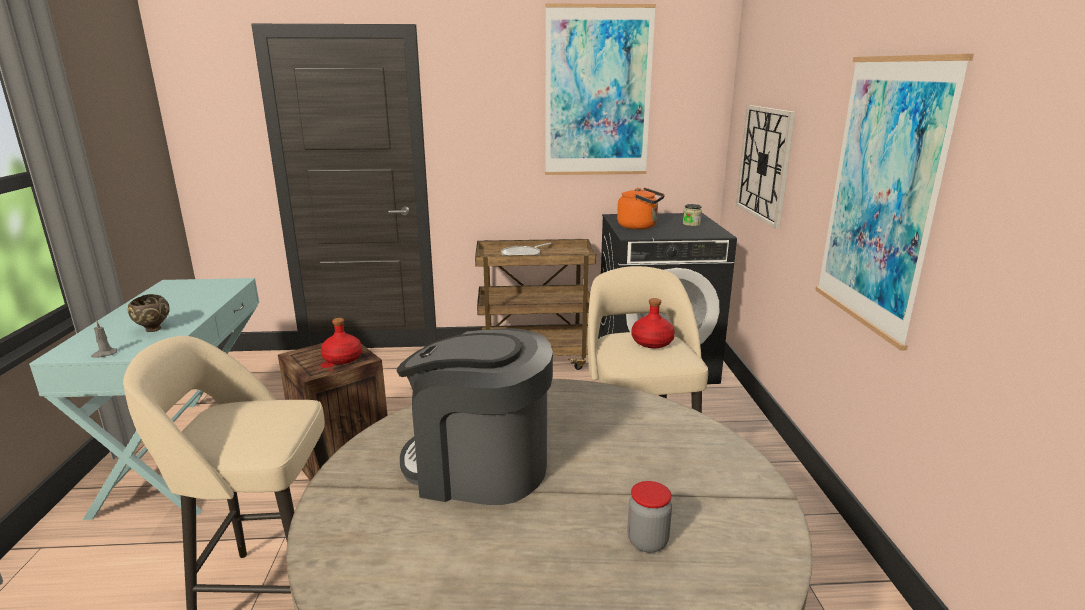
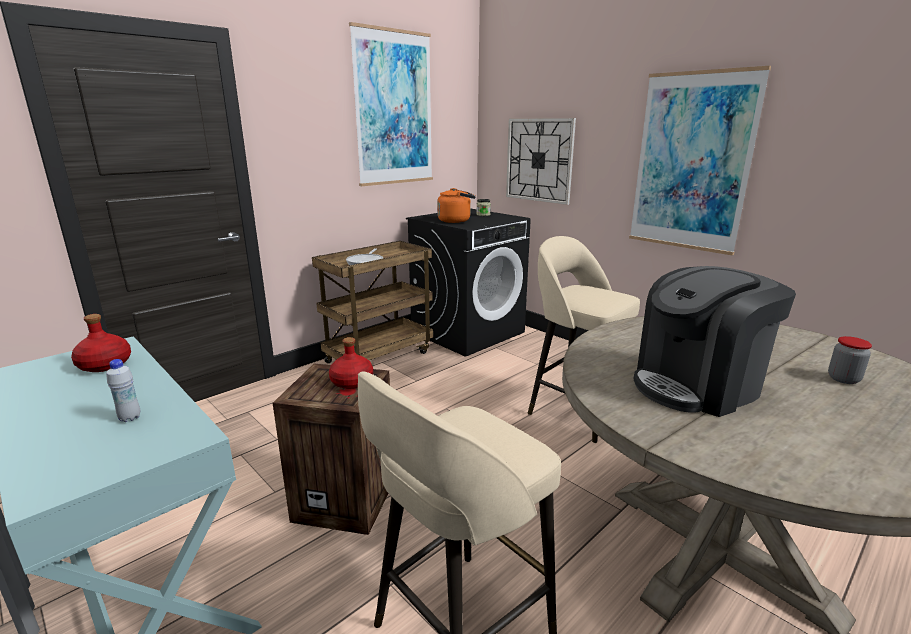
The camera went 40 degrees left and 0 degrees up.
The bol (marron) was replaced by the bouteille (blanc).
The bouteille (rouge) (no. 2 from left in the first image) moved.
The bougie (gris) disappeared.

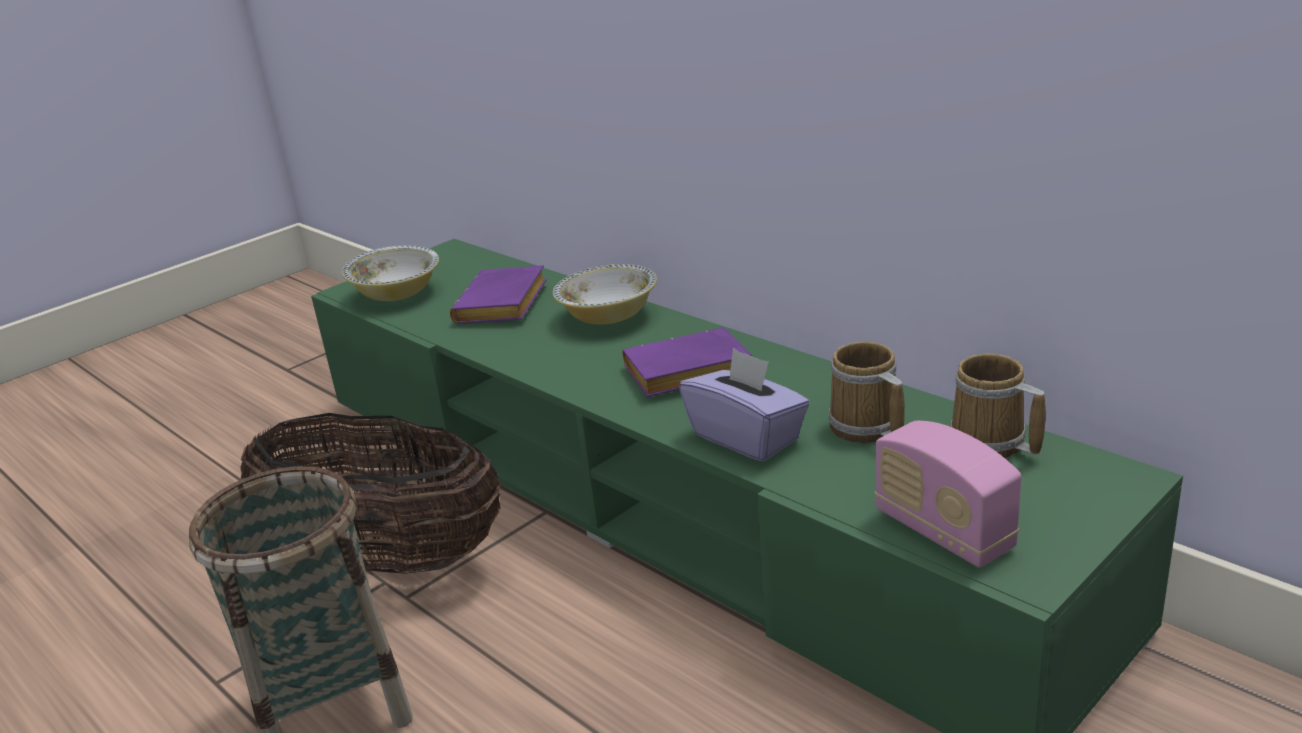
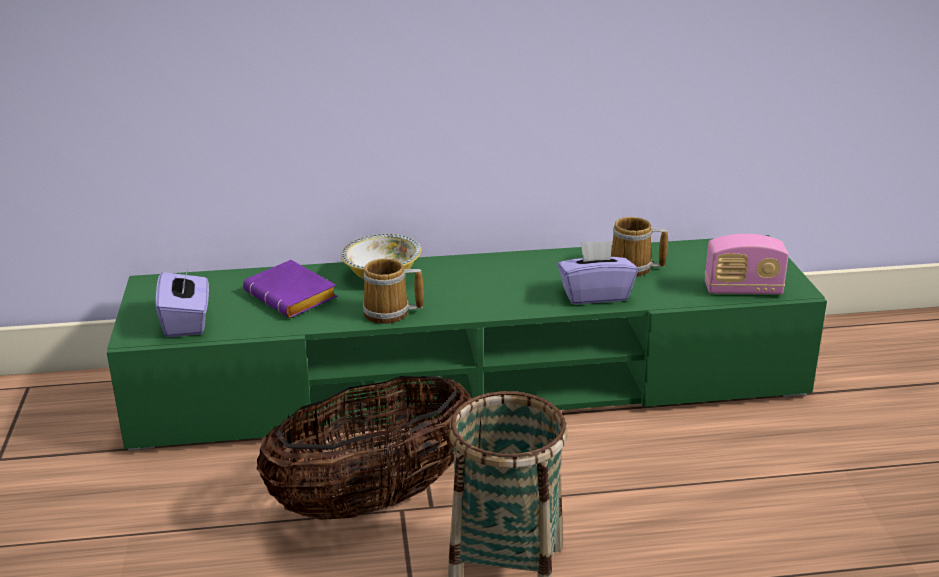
The camera went 55 degrees left and 0 degrees up.
The bol (no. 1 from left) was replaced by the boîte à mouchoirs (violet) (no. 1 from left).
The livre (violet) (no. 2 from left) disappeared.
The mug (no. 2 from left in the first image) moved.

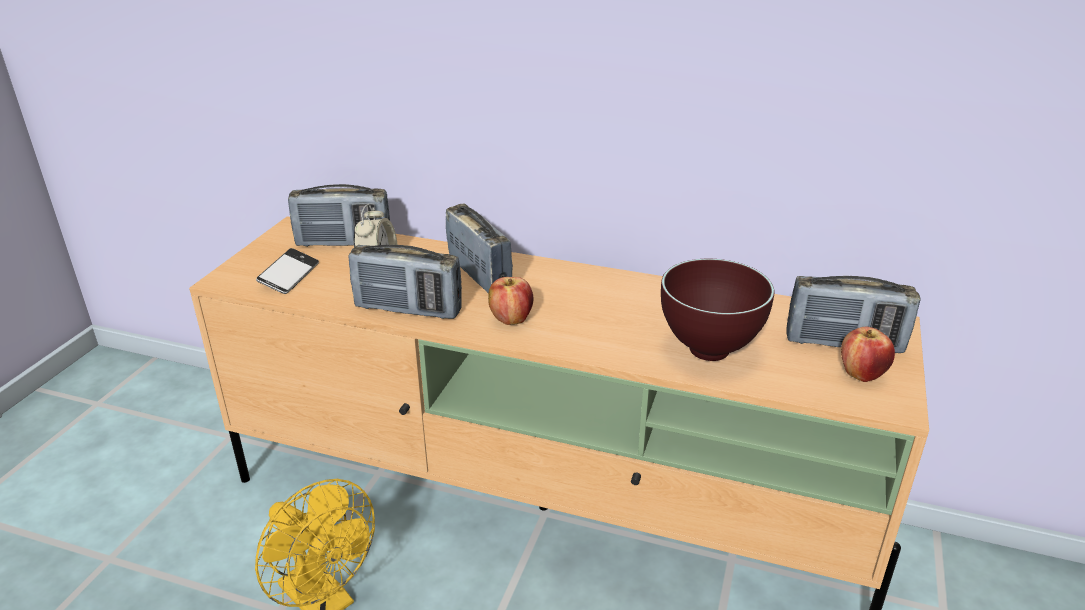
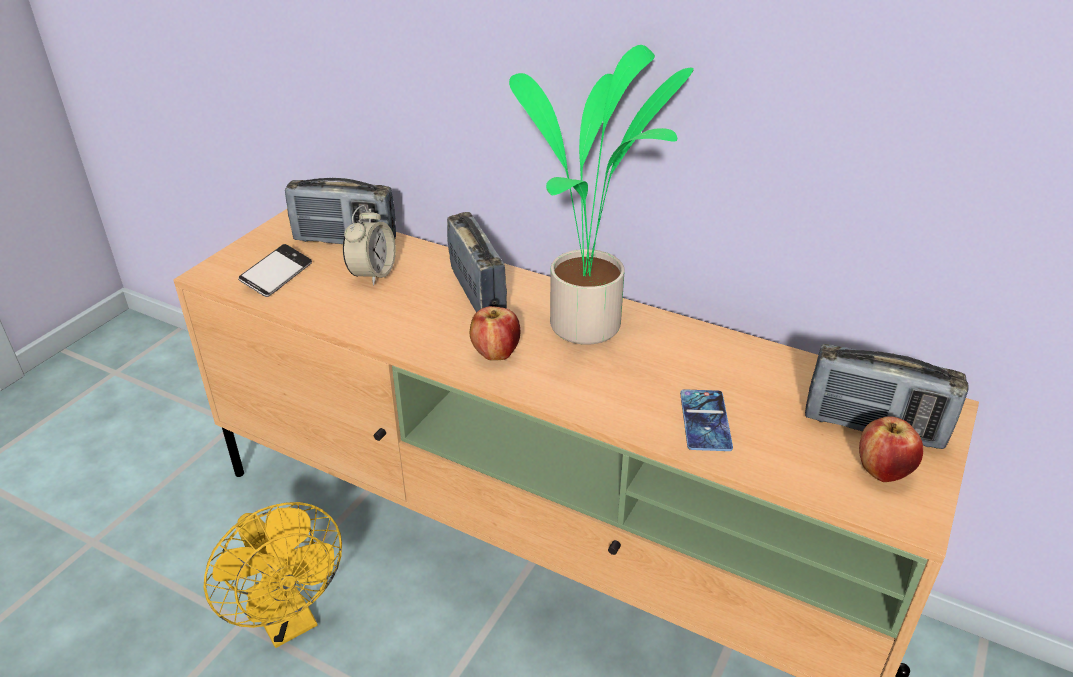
The camera went 10 degrees right and 5 degrees up.
The radio (no. 2 from left) disappeared.
The bol (marron) was replaced by the téléphone (no. 2 from left).
The plante en pot appeared.

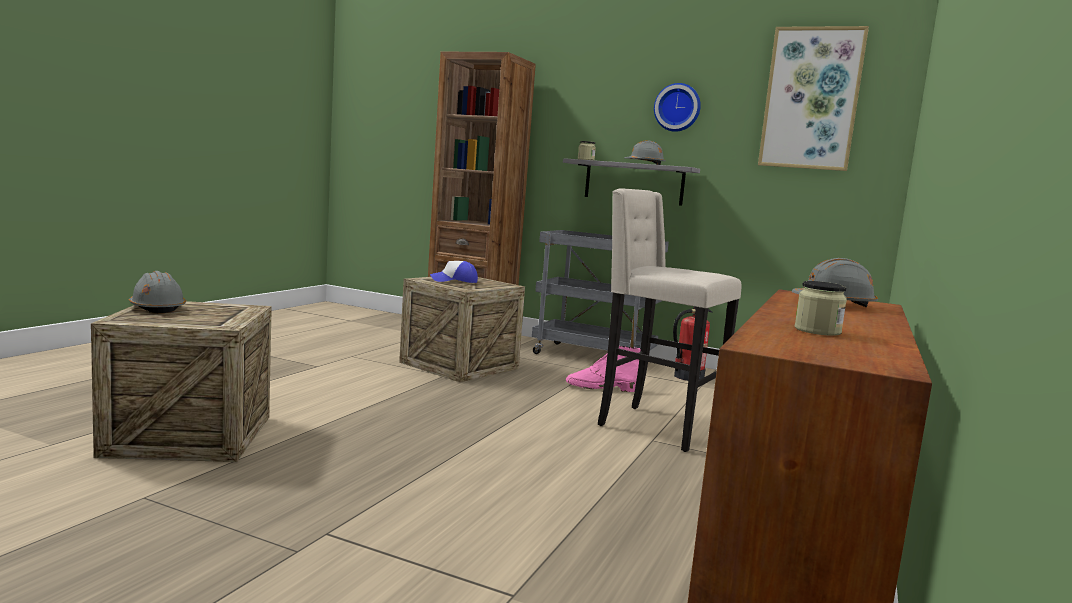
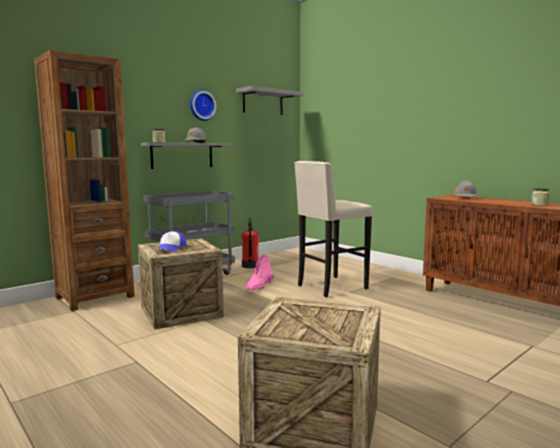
The camera went 65 degrees left and 0 degrees up.
The tableau was replaced by the étagère (gris) (no. 2 from left).
The casque de chantier (gris) (no. 1 from left) disappeared.

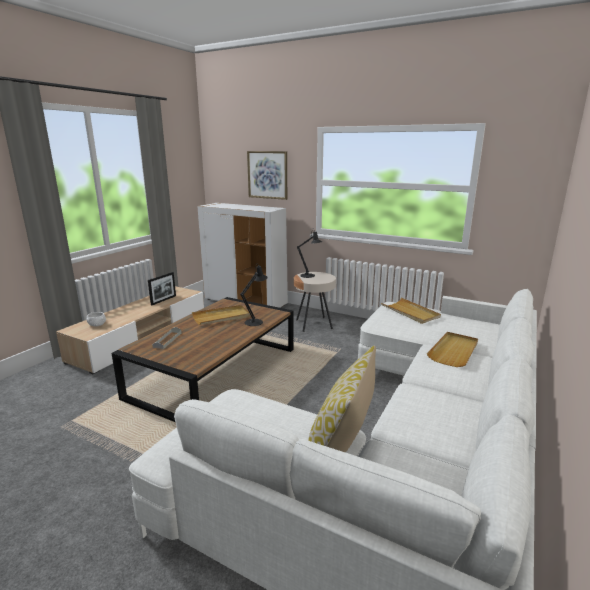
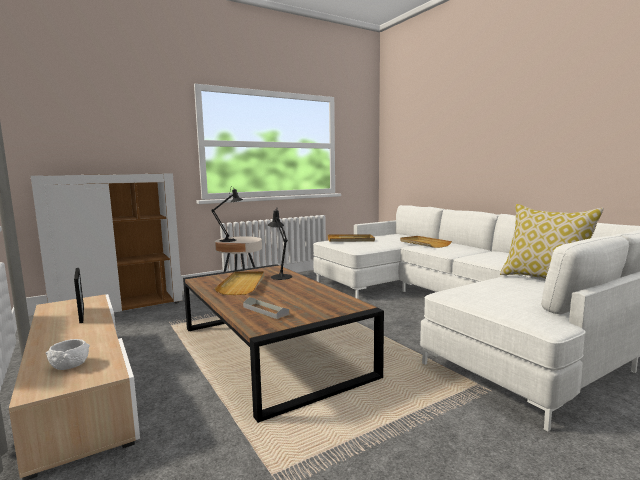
The camera went 60 degrees left and 10 degrees down.
The tableau disappeared.

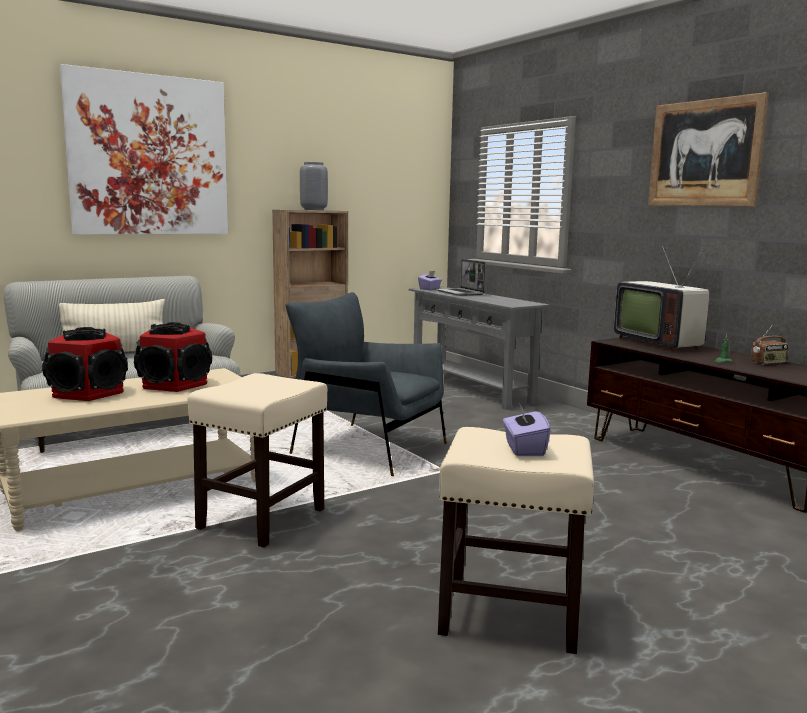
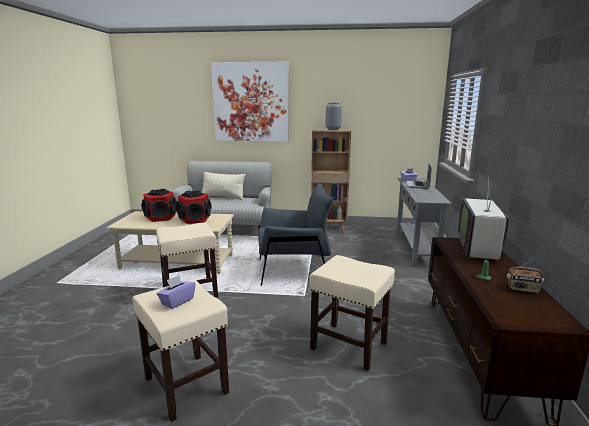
The camera went 40 degrees right and 5 degrees up.
The tableau (no. 2 from left) disappeared.
The fauteuil (gris) turned 105 degrees clockwise.
The tabouret (beige) (no. 3 from left) appeared.

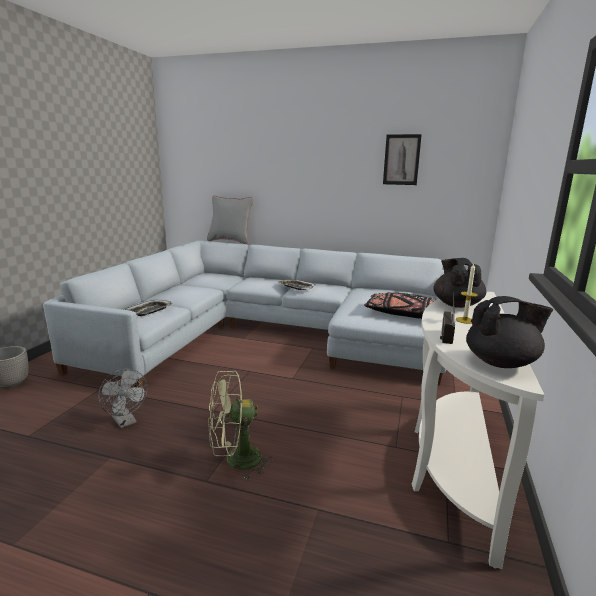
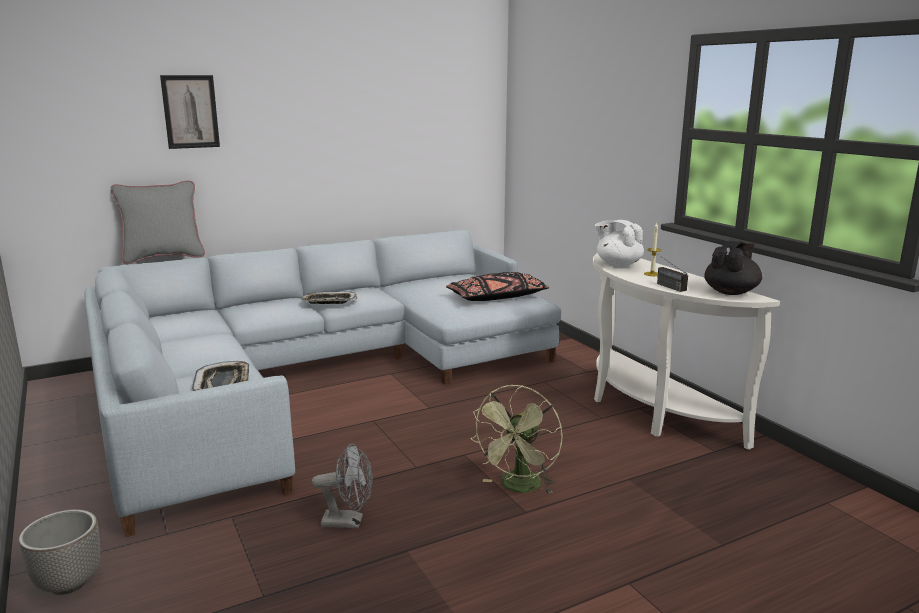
The camera went 45 degrees left and 0 degrees up.
The tableau moved.
The théière (noir) (no. 1 from left) became the théière (blanc).

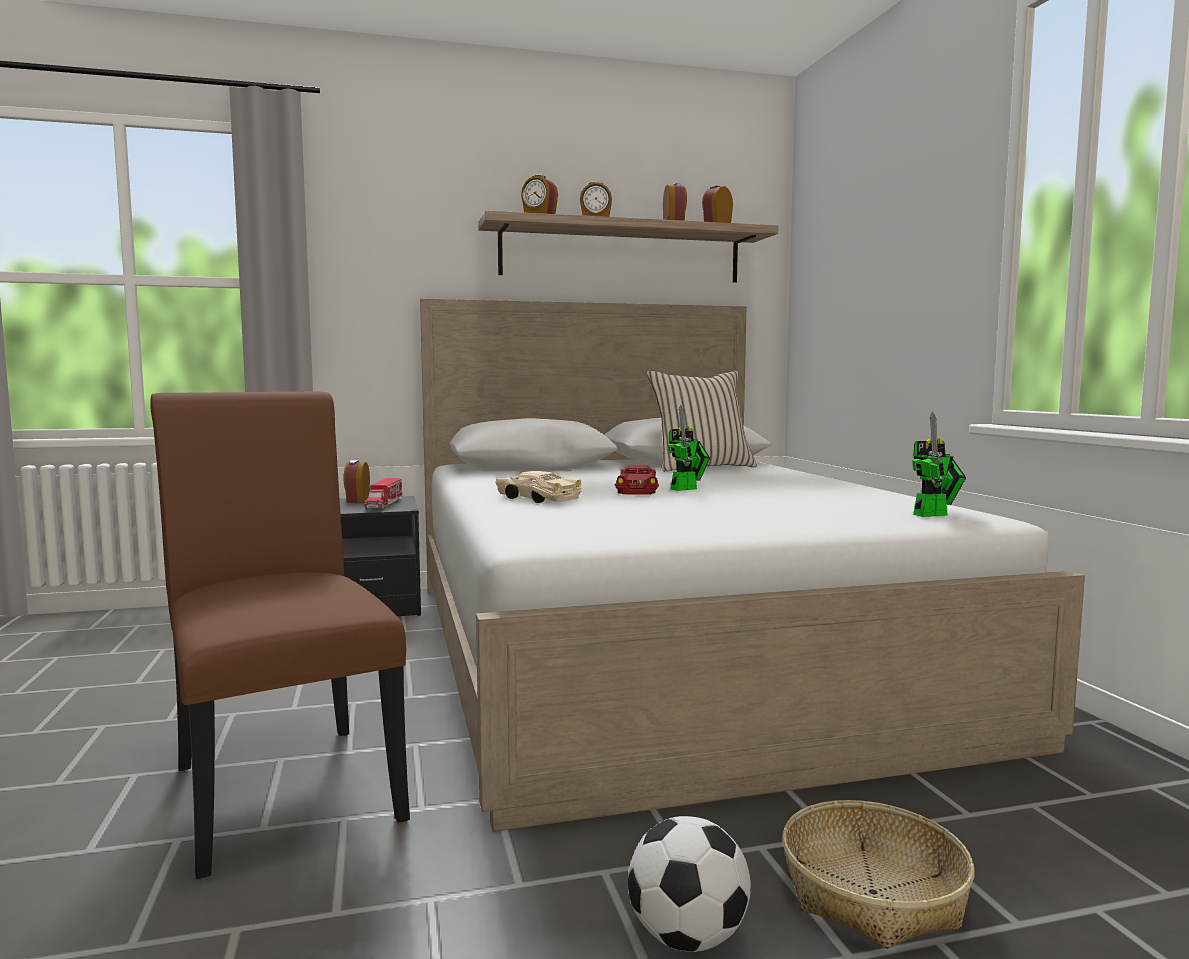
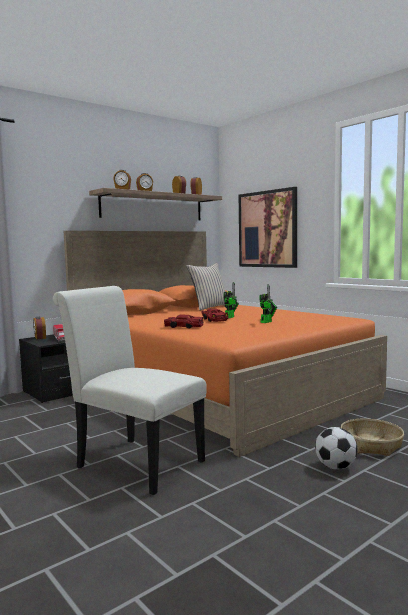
The camera went 25 degrees left and 0 degrees up.
The lit (blanc) became the lit (orange).
The chaise (marron) became the chaise (blanc).
The robot jouet (no. 2 from left) moved.
The petite voiture (beige) became the petite voiture (rouge) (no. 1 from left).
The tableau appeared.

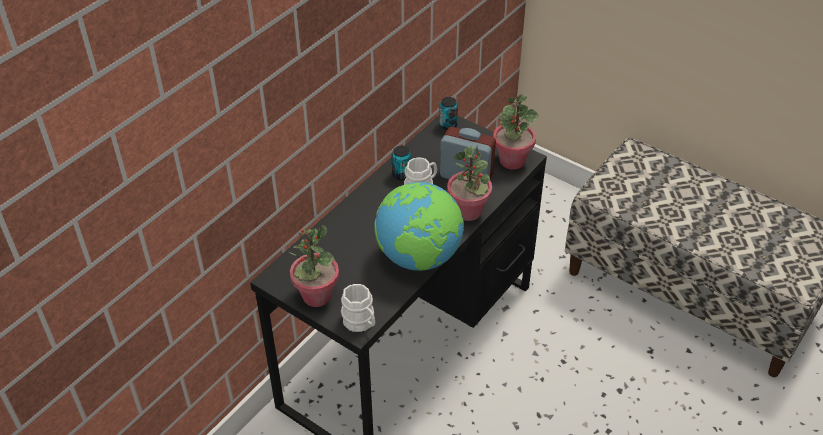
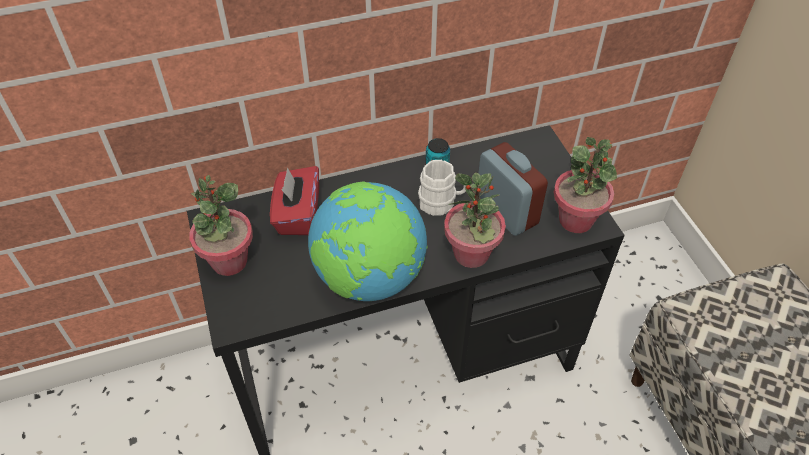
The camera went 35 degrees right and 5 degrees up.
The boîte métallique (no. 2 from left) disappeared.
The mug (blanc) (no. 1 from left) disappeared.
The boîte à mouchoirs (rouge) appeared.

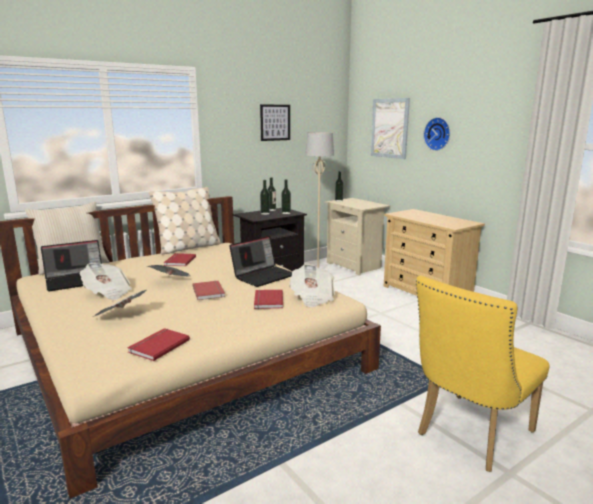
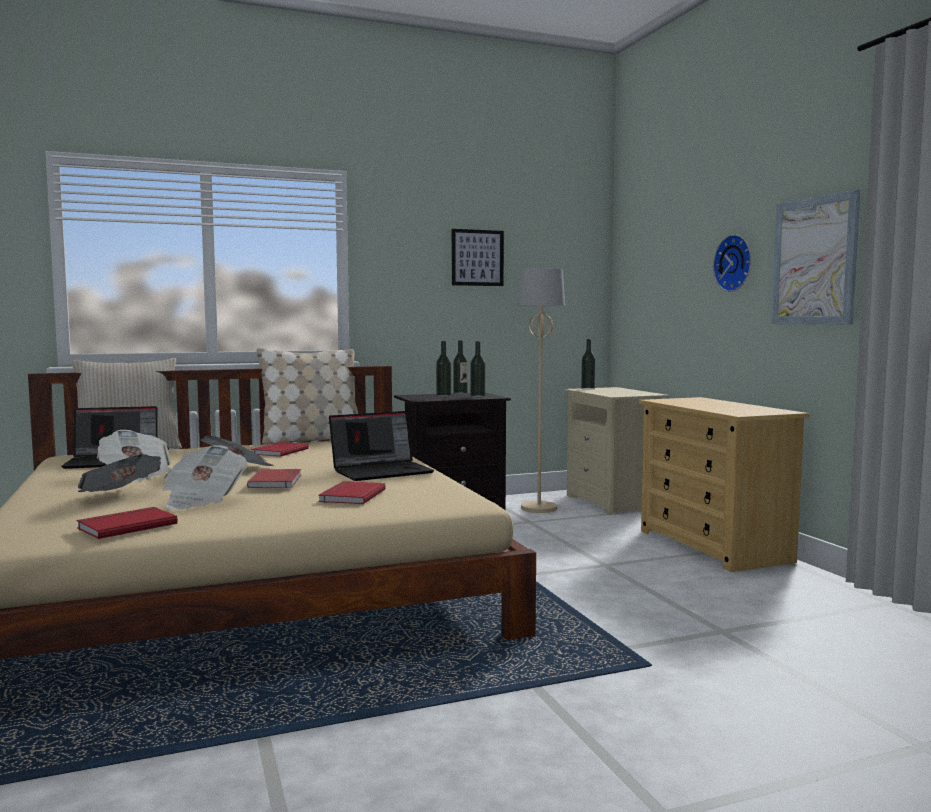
The camera went 15 degrees right and 10 degrees down.
The tableau (no. 2 from left) moved.
The journal (no. 4 from left in the first image) moved.
The chaise (jaune) disappeared.

